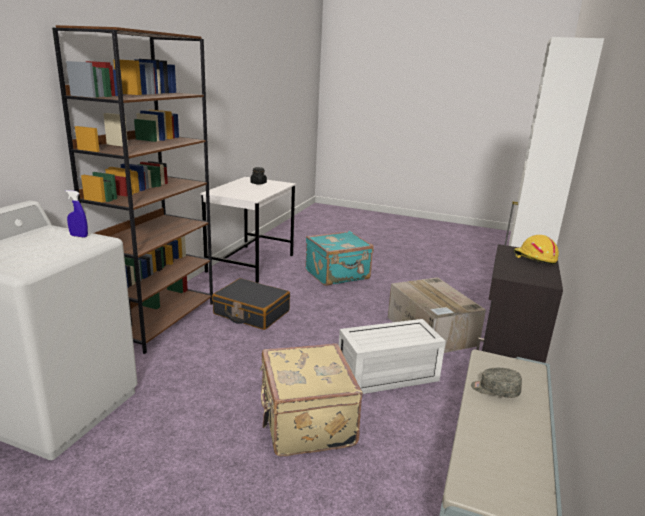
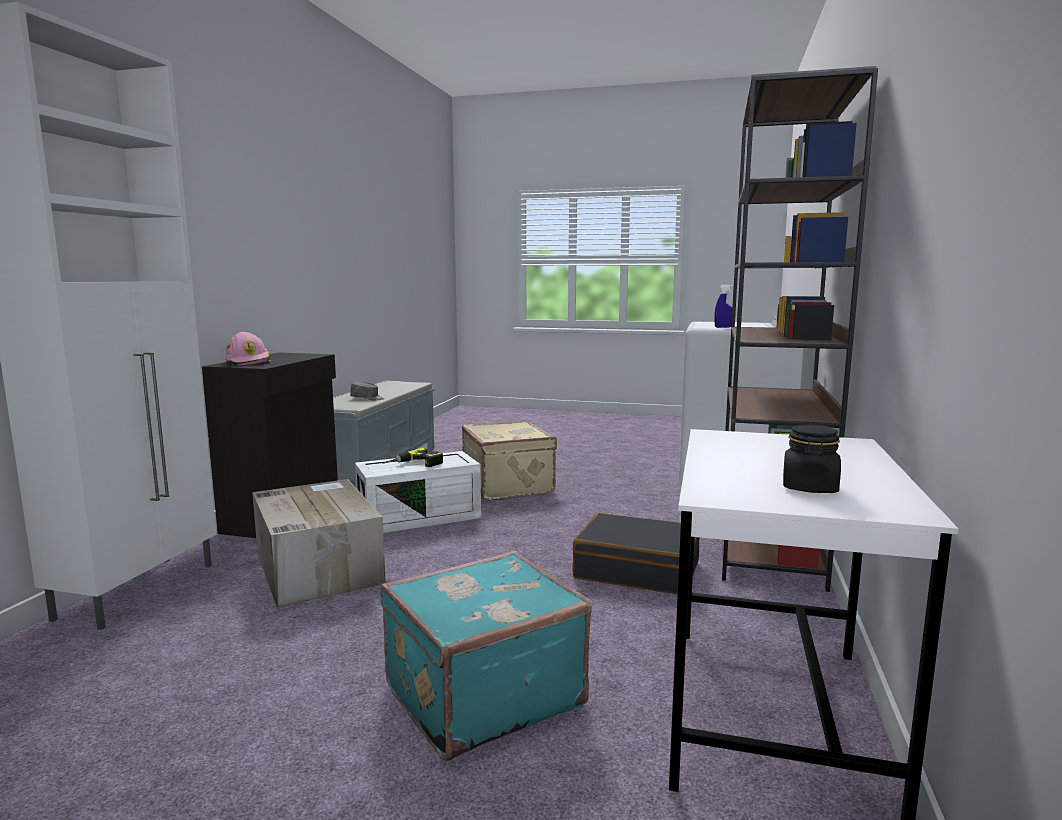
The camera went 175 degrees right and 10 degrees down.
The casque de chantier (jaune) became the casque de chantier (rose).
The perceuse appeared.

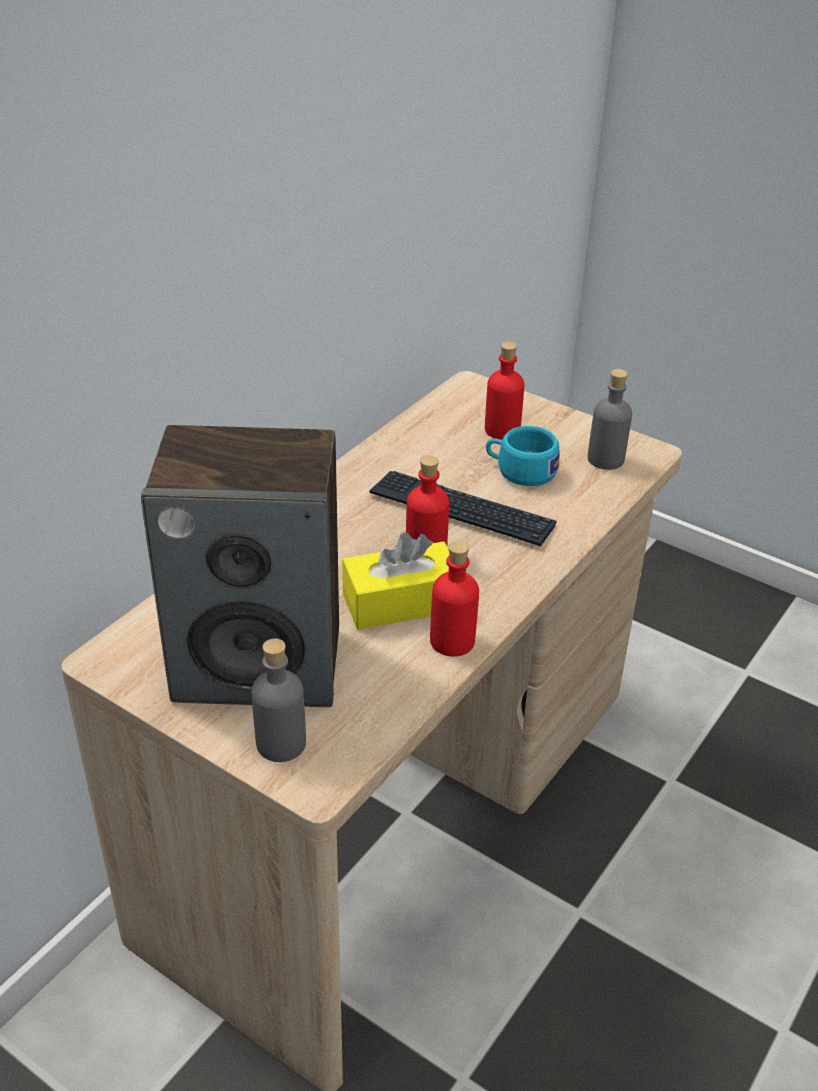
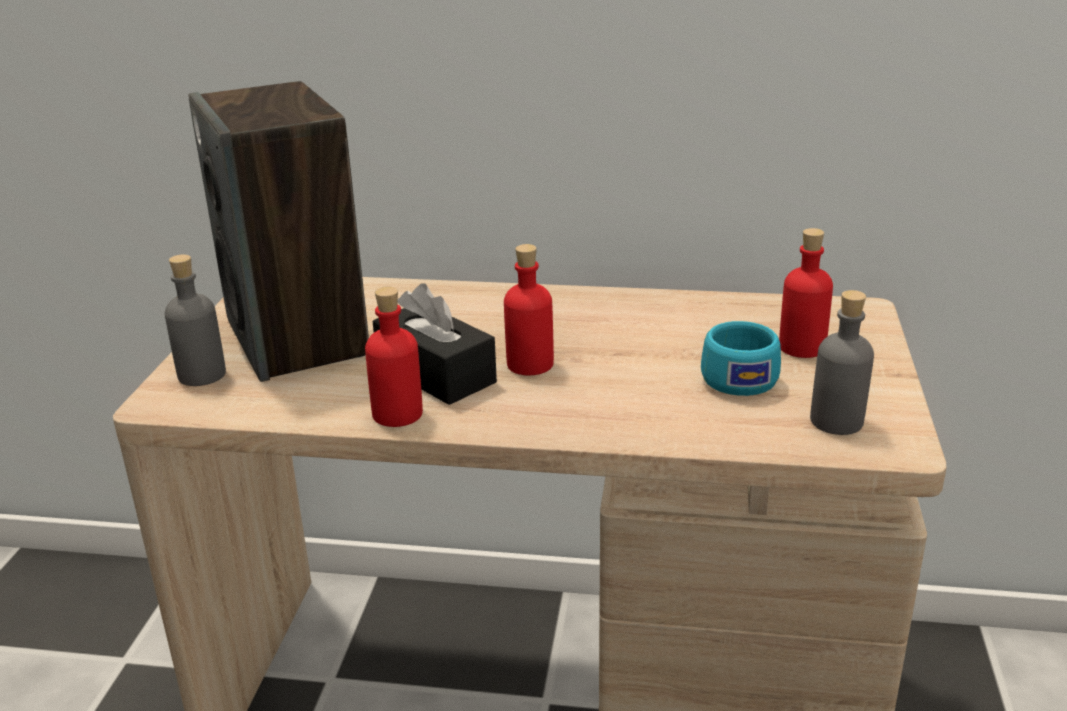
The camera went 65 degrees right and 10 degrees down.
The clavier disappeared.
The boîte à mouchoirs (jaune) became the boîte à mouchoirs (noir).

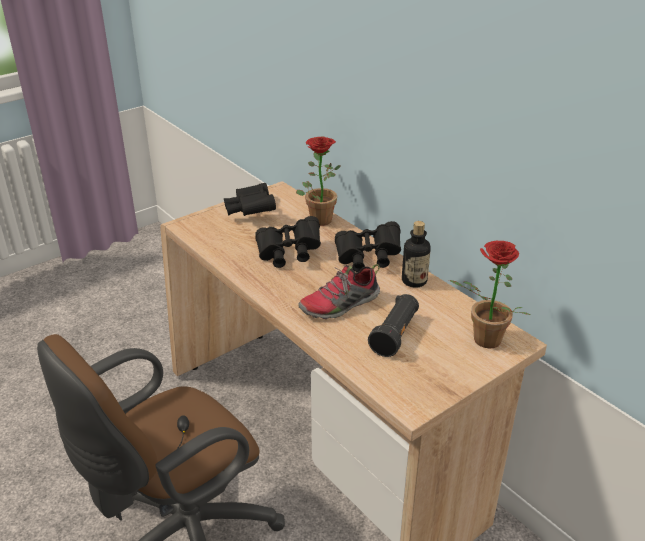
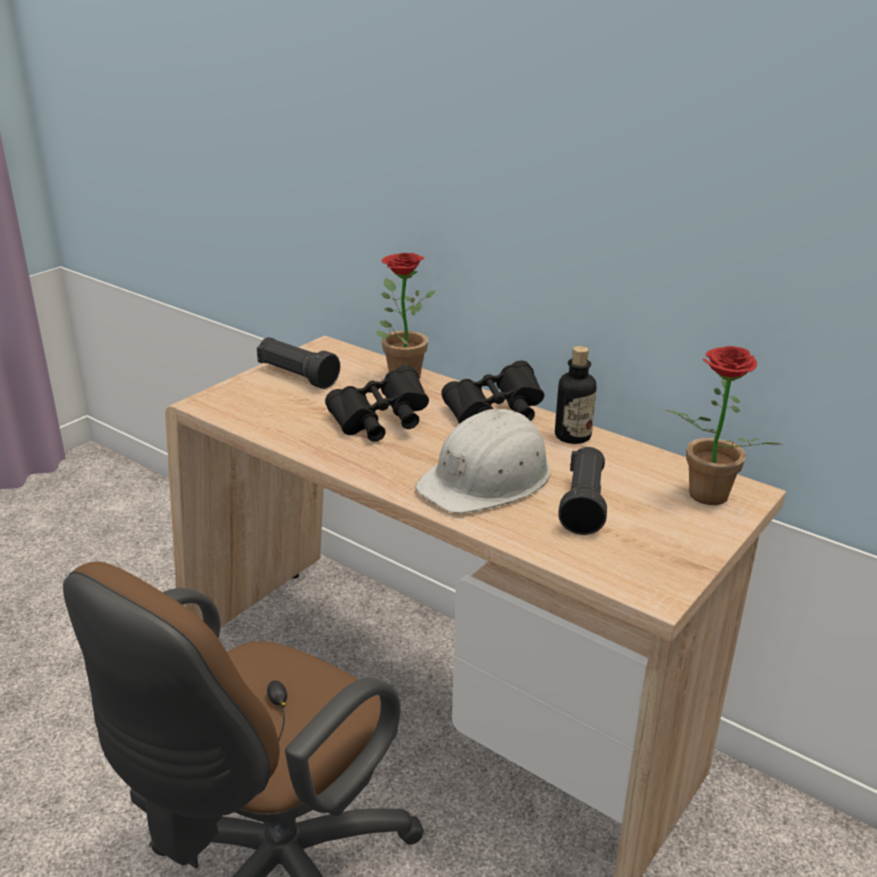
The camera went 15 degrees left and 5 degrees down.
The jumelles (noir) (no. 1 from left) was replaced by the lampe de poche (noir) (no. 1 from left).
The chaussure was replaced by the casque de chantier (blanc).

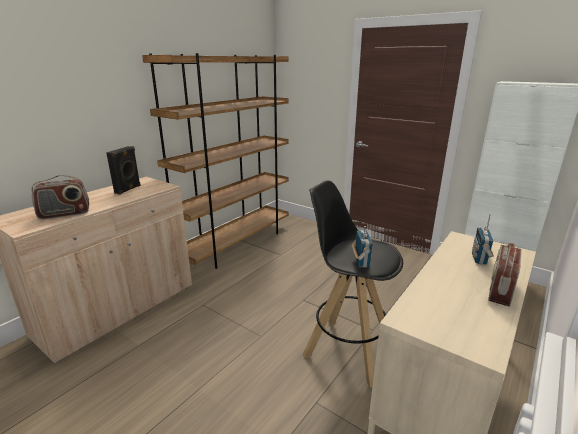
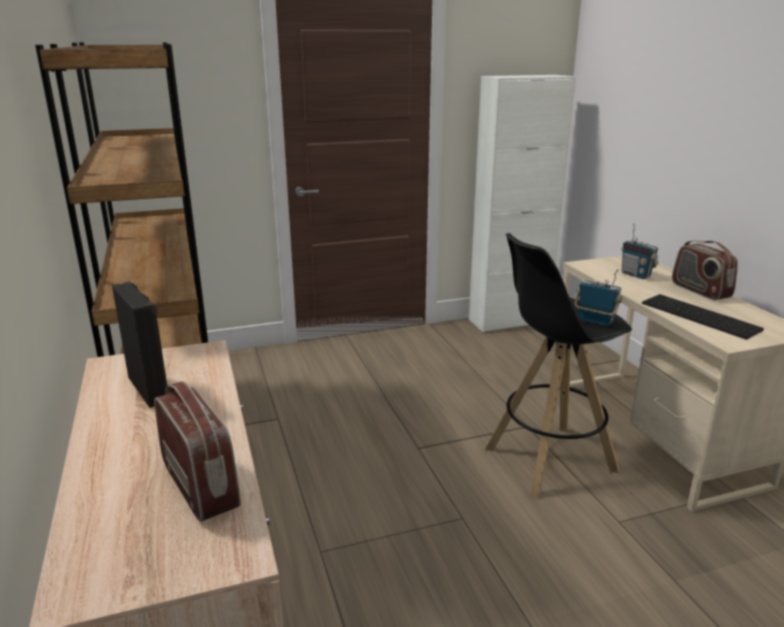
The camera went 55 degrees left and 0 degrees up.
The radio (no. 1 from left) turned 45 degrees counterclockwise.
The clavier appeared.

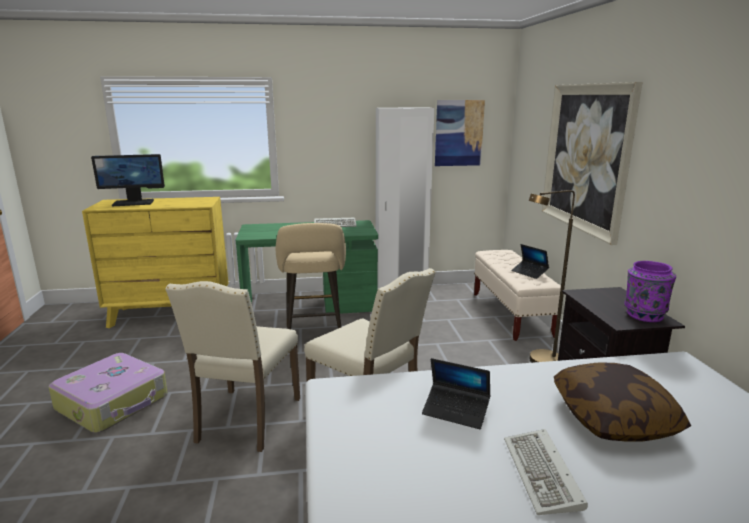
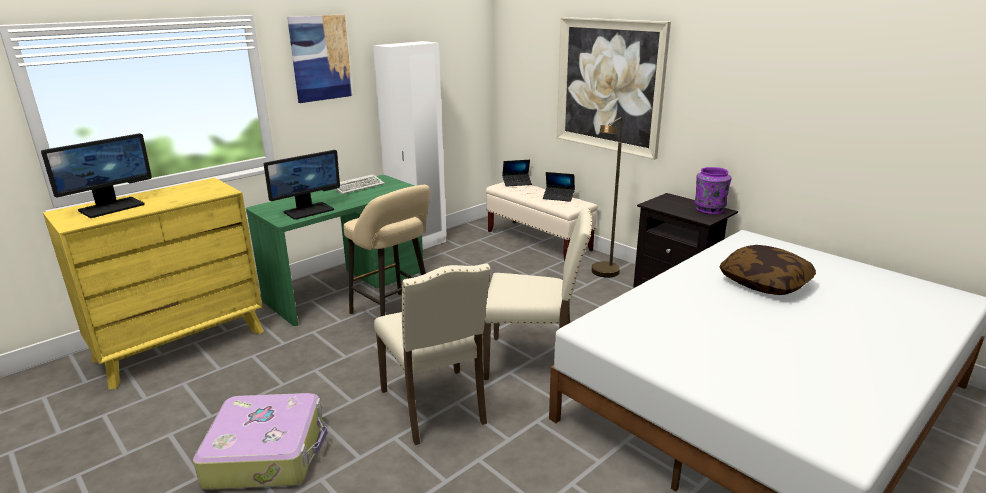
The camera went 35 degrees left and 5 degrees up.
The tableau (no. 1 from left) moved.
The ordinateur portable (no. 1 from left) moved.
The clavier (no. 2 from left) disappeared.
The écran d'ordinateur (no. 2 from left) appeared.

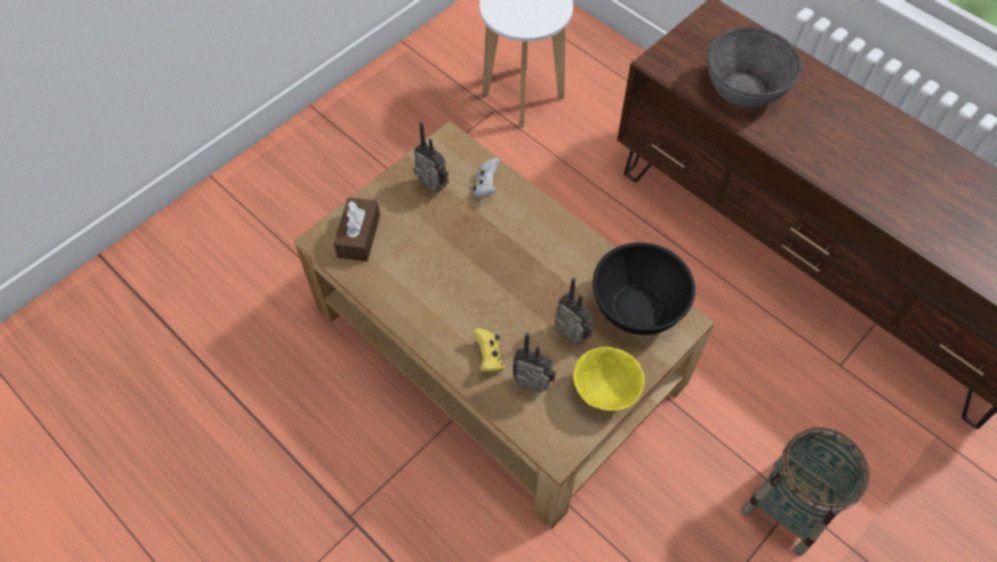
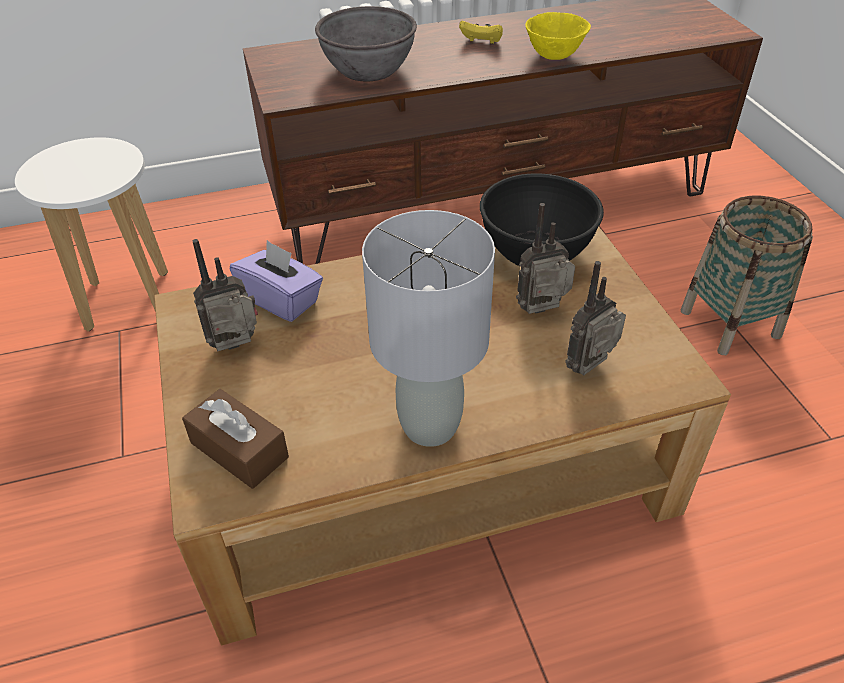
The camera went 60 degrees left and 15 degrees down.
The manette (blanc) was replaced by the boîte à mouchoirs (violet).
The manette (jaune) moved.
The bol (jaune) moved.
The lampe de table (gris) appeared.

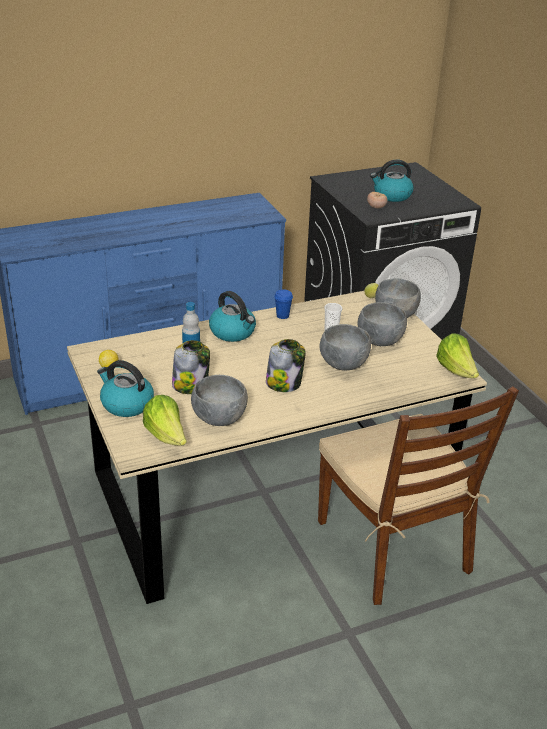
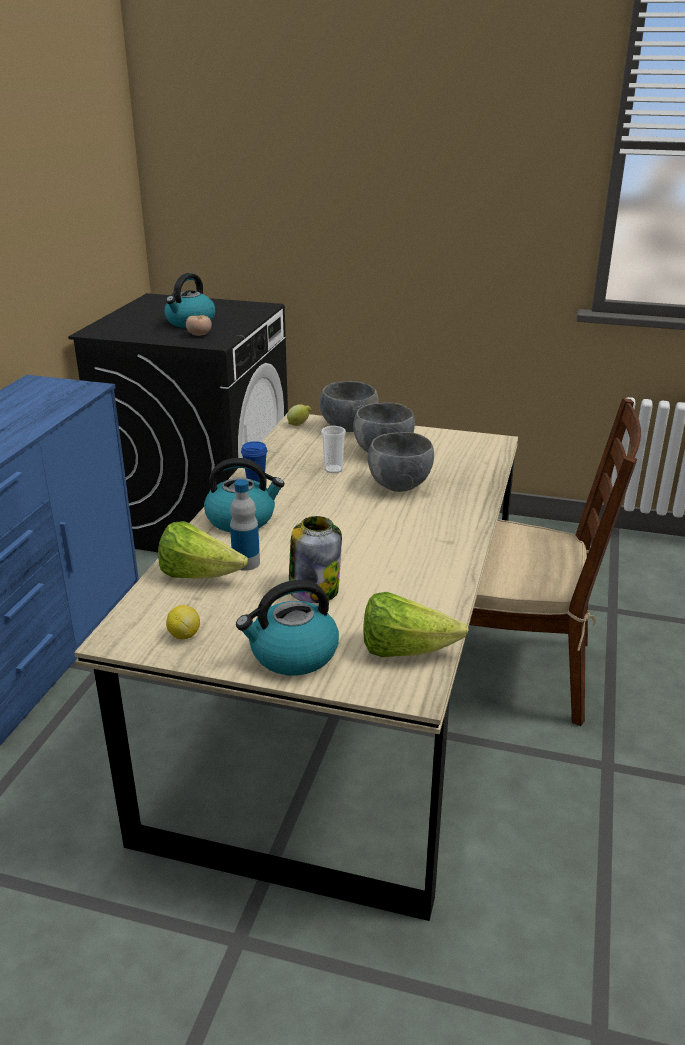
The camera went 50 degrees left and 5 degrees down.
The laitue (no. 2 from left in the first image) moved.
The bocal (no. 2 from left) disappeared.
The bol (gris) (no. 1 from left) disappeared.

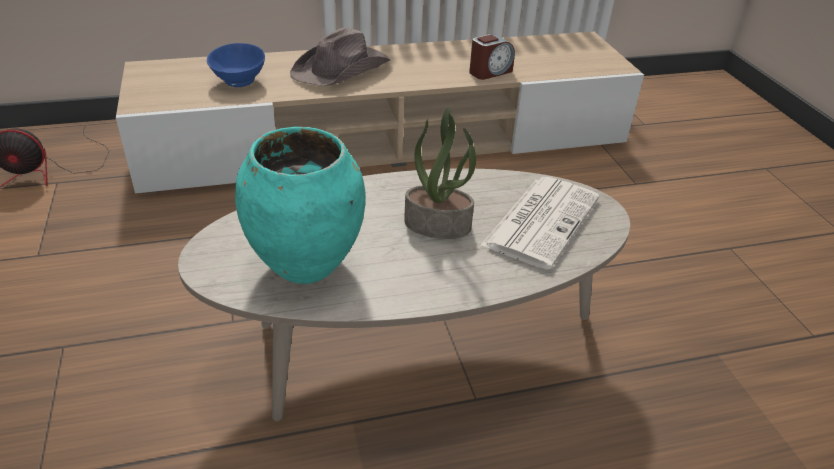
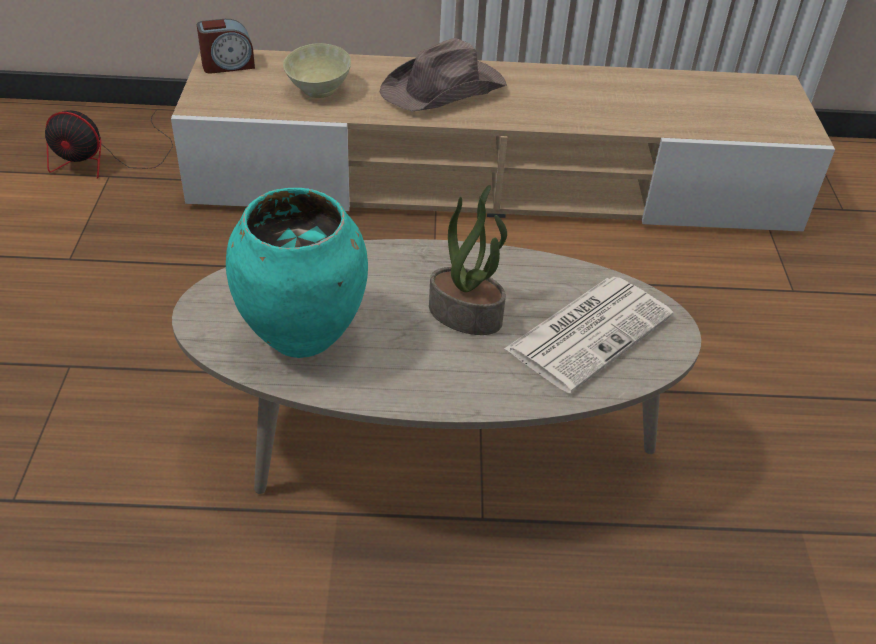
The camera went 15 degrees right and 5 degrees up.
The réveil moved.
The bol (bleu) became the bol (beige).

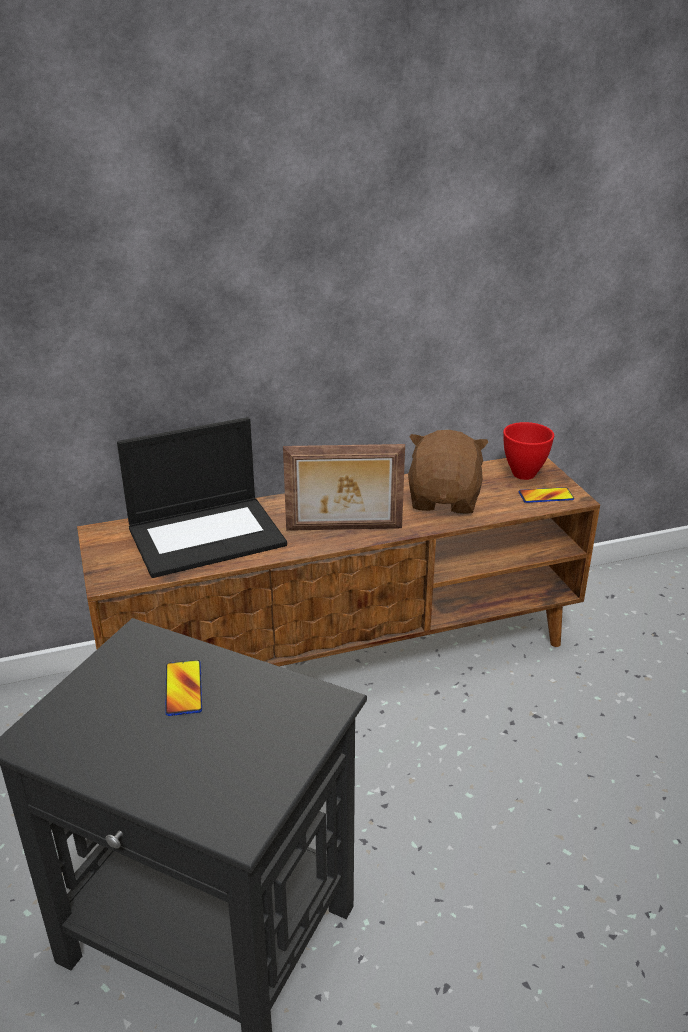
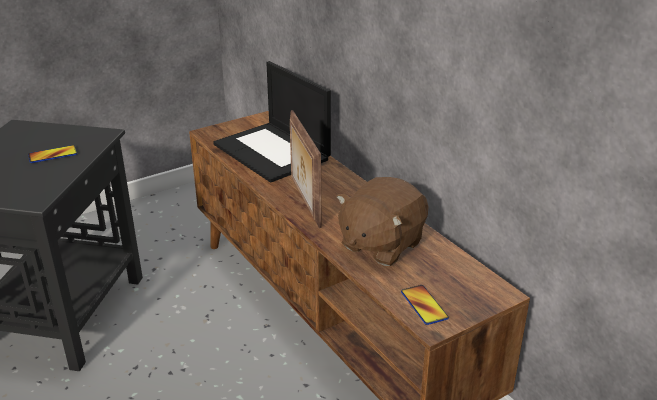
The camera went 75 degrees right and 0 degrees up.
The bol (rouge) disappeared.
The peluche (marron) turned 135 degrees clockwise.

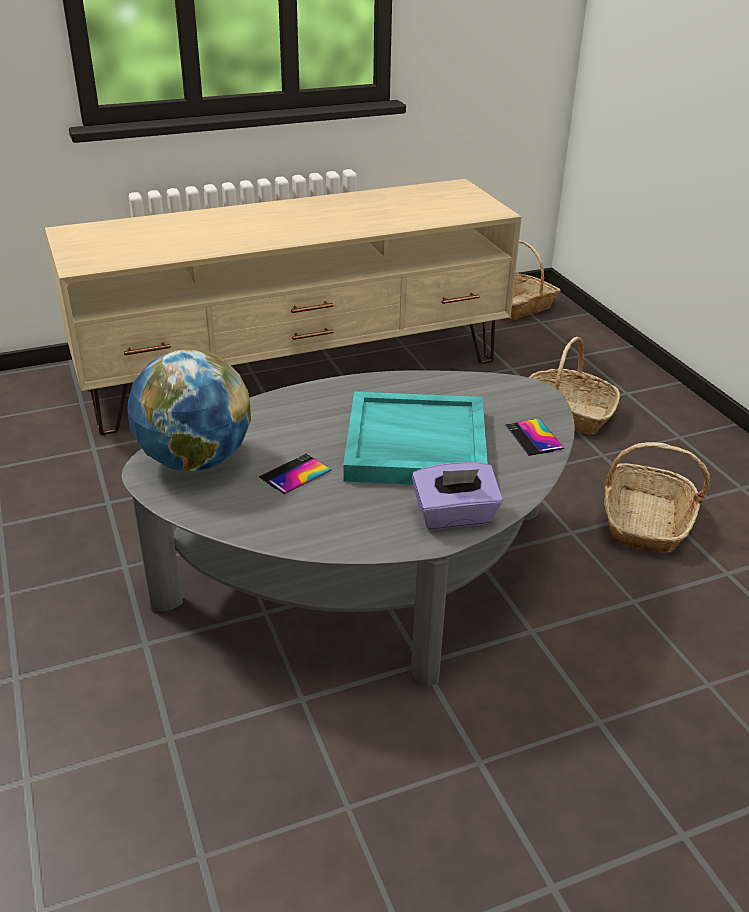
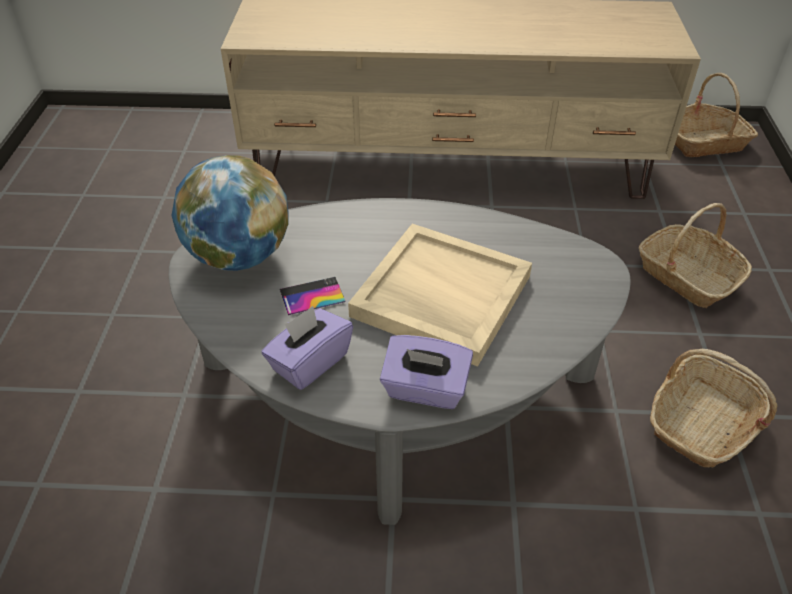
The camera went 25 degrees right and 10 degrees up.
The plateau (turquoise) became the plateau (beige).
The téléphone (no. 2 from left) disappeared.
The boîte à mouchoirs (violet) (no. 1 from left) appeared.

